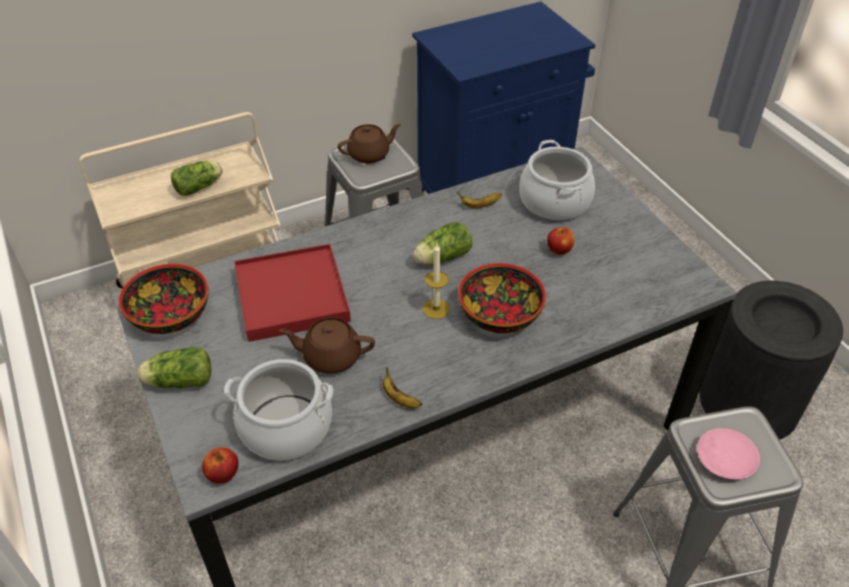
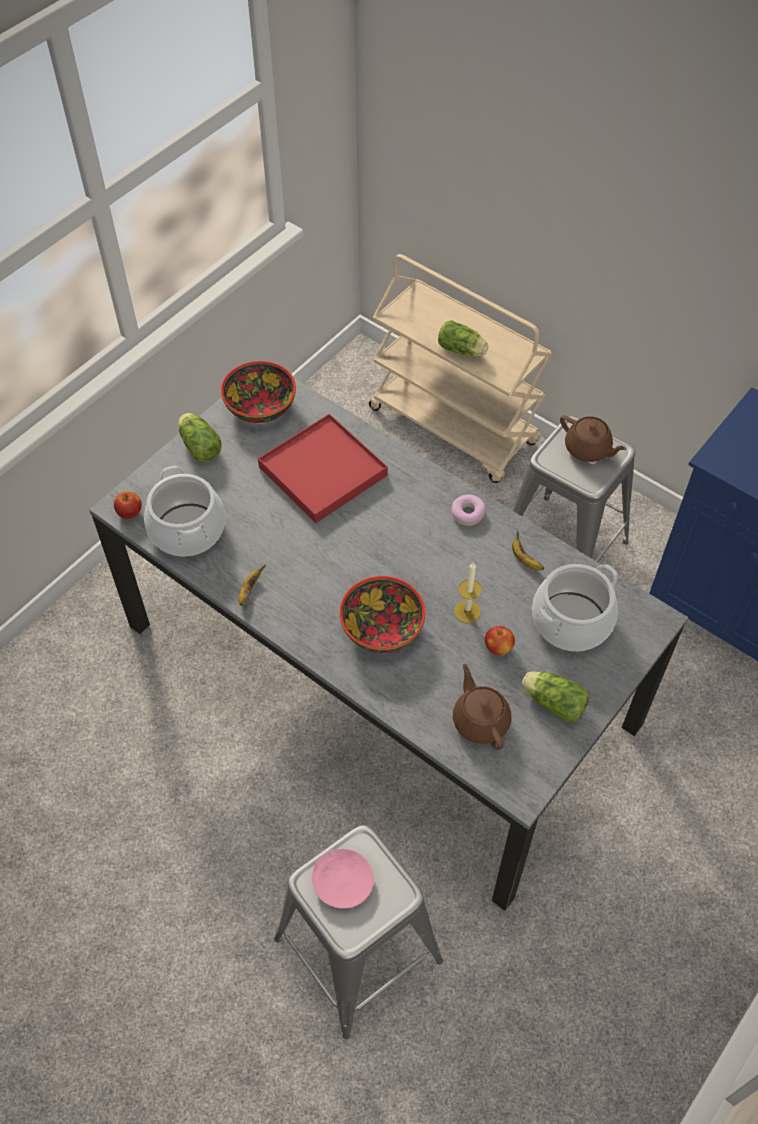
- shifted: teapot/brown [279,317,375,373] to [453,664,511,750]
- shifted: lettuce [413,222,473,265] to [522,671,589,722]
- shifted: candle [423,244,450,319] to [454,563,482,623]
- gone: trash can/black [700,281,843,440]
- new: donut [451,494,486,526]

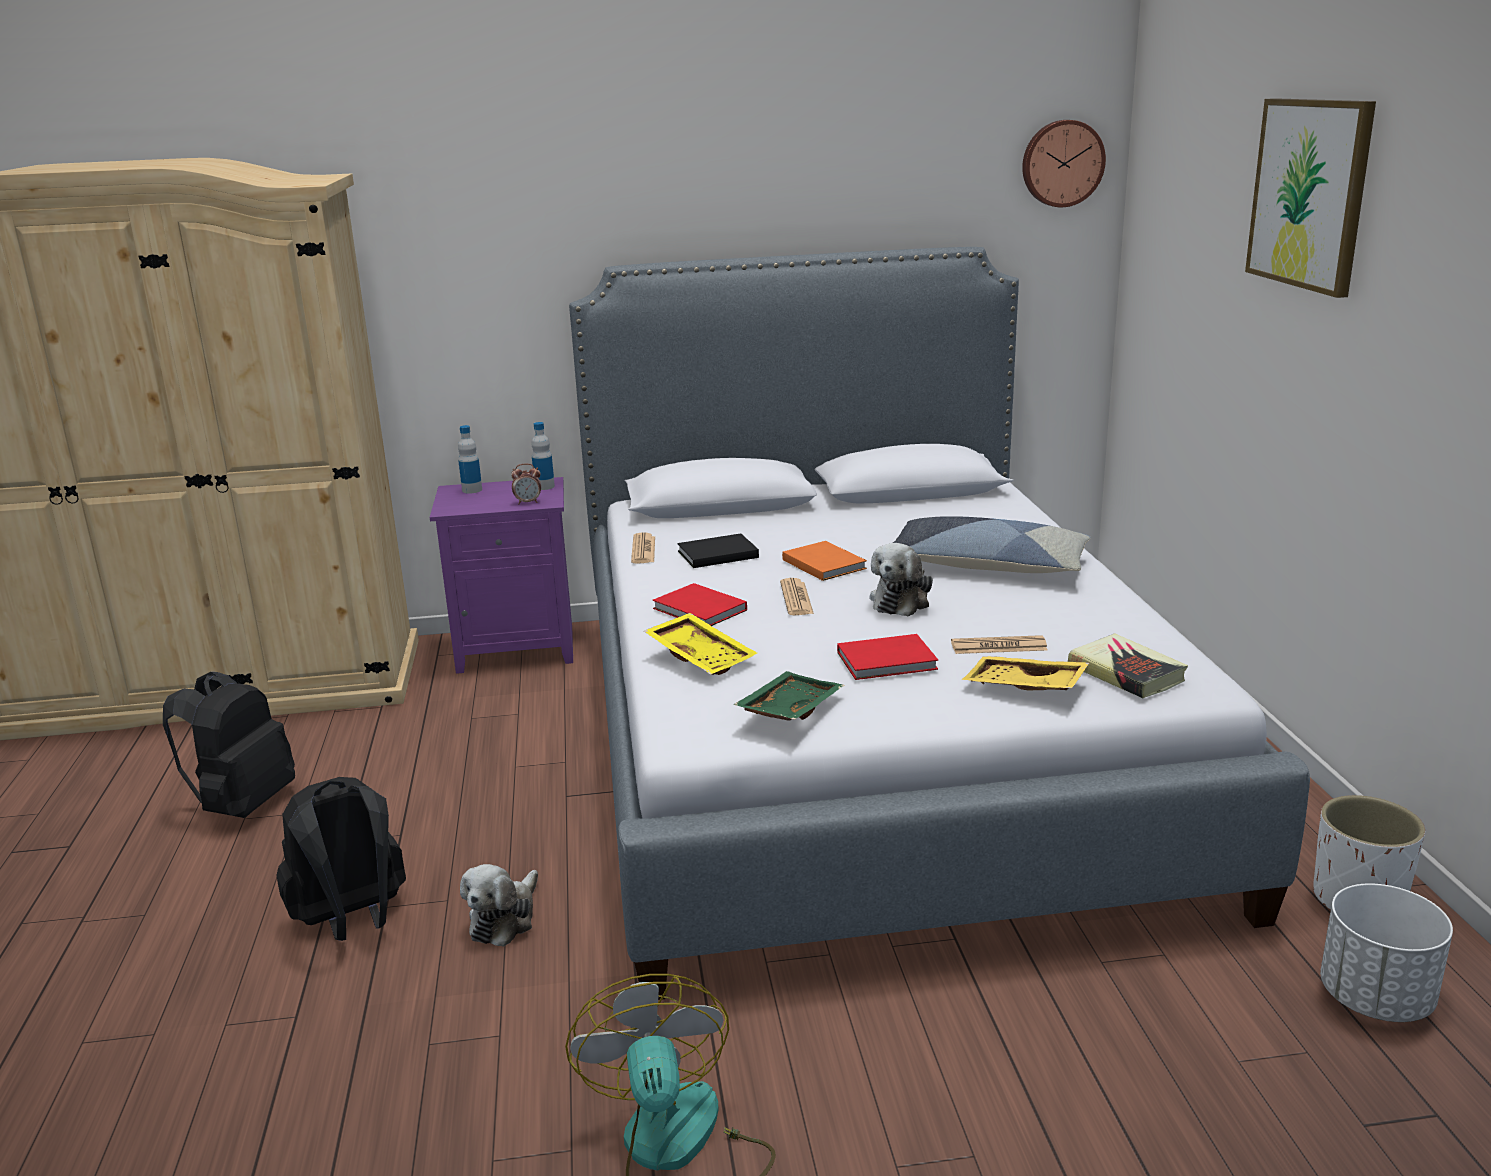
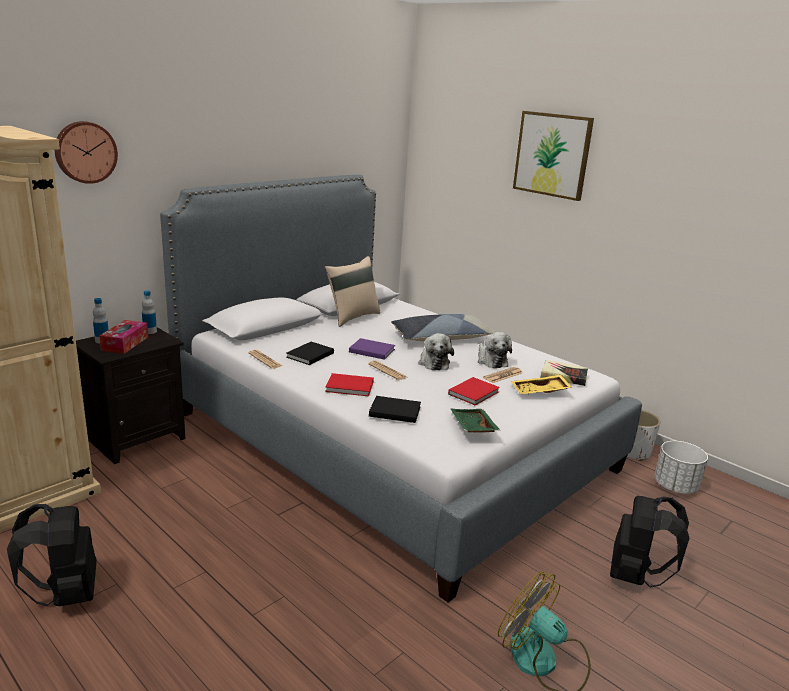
- shifted: backpack/black [276,777,406,941] to [610,496,689,587]
- repainted: nightstand/purple [430,477,573,674] to nightstand/black [76,327,186,464]
- shifted: plush toy [460,864,538,947] to [478,332,512,368]
- gone: alarm clock [511,463,541,504]
- swapped: tray/yellow [644,613,757,675] to book/black [369,396,421,423]
- repainted: book/orange [782,541,867,581] to book/purple [349,338,395,360]
- shifted: wall clock [1022,120,1106,207] to [55,121,118,184]
- new: tissue box [99,320,148,354]
- new: pillow/beige [325,256,380,327]

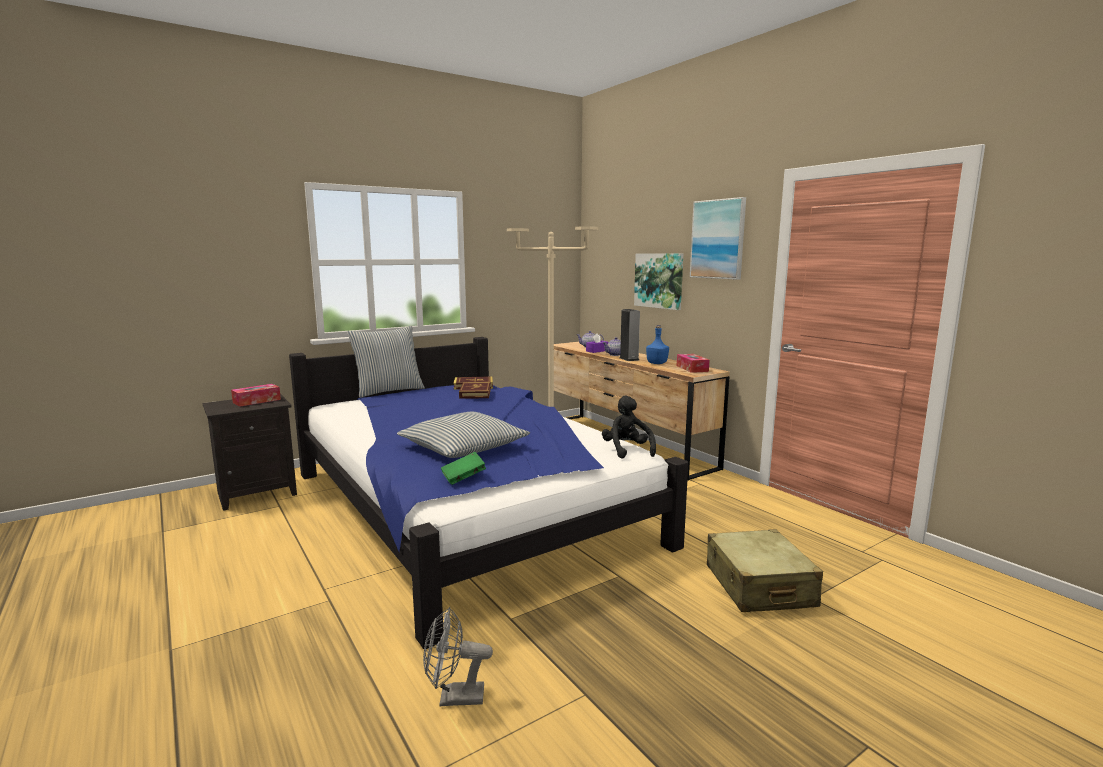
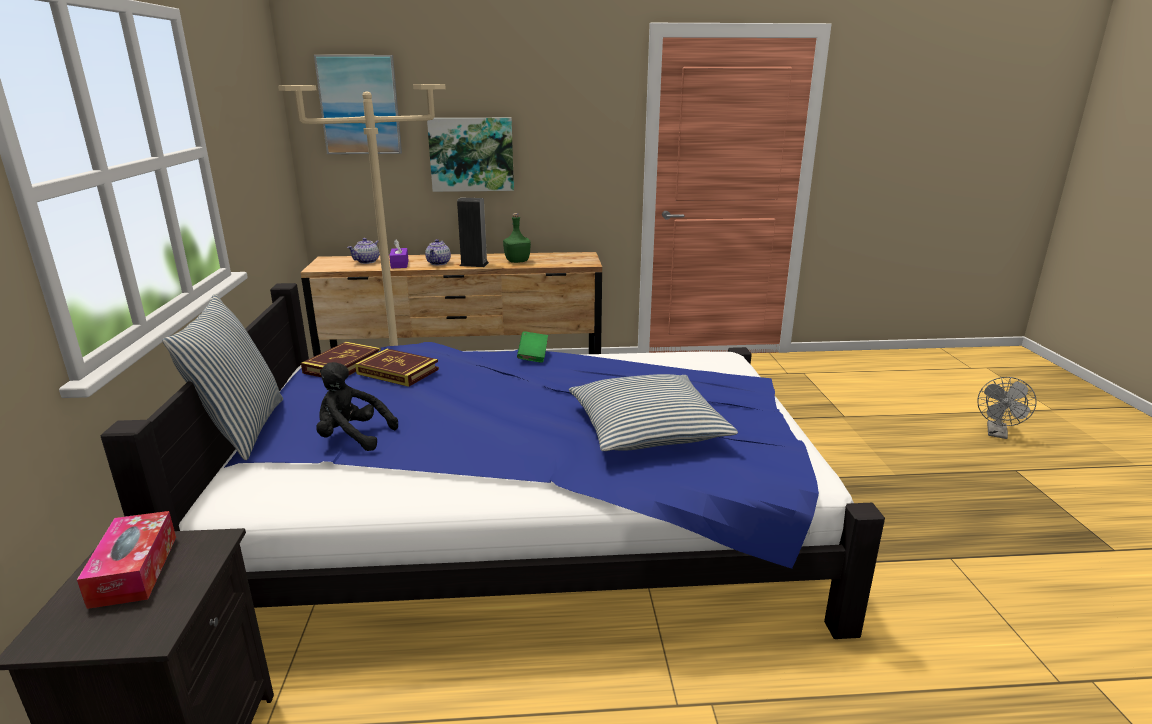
- shifted: fan/grey [423,607,493,706] to [977,377,1037,439]
- shifted: book/green [441,452,486,485] to [517,331,548,363]
- shifted: plush toy/black [602,396,656,459] to [316,362,398,451]
- repainted: bottle/blue [646,325,669,364] to bottle/green [503,213,531,263]
- gone: tissue box [677,354,710,373]
- shifted: picture [690,197,746,280] to [314,55,402,154]
- gone: suitcase/beige [707,529,823,612]

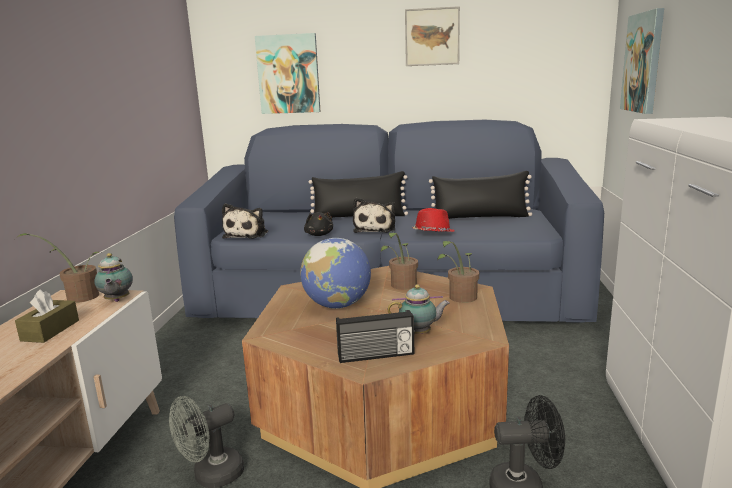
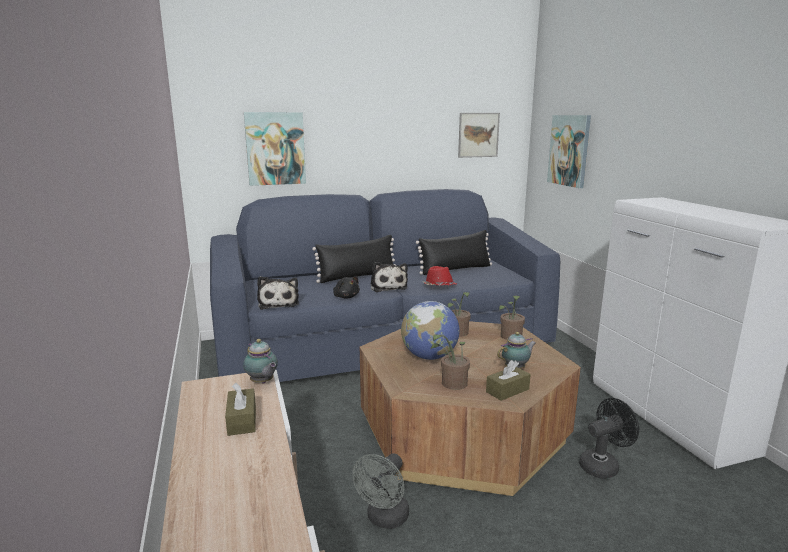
- shifted: potted plant [15,233,103,303] to [431,334,470,390]
- swapped: radio [336,310,414,363] to tissue box/brown [486,360,531,401]
- shifted: picture [405,6,460,66] to [458,113,500,158]

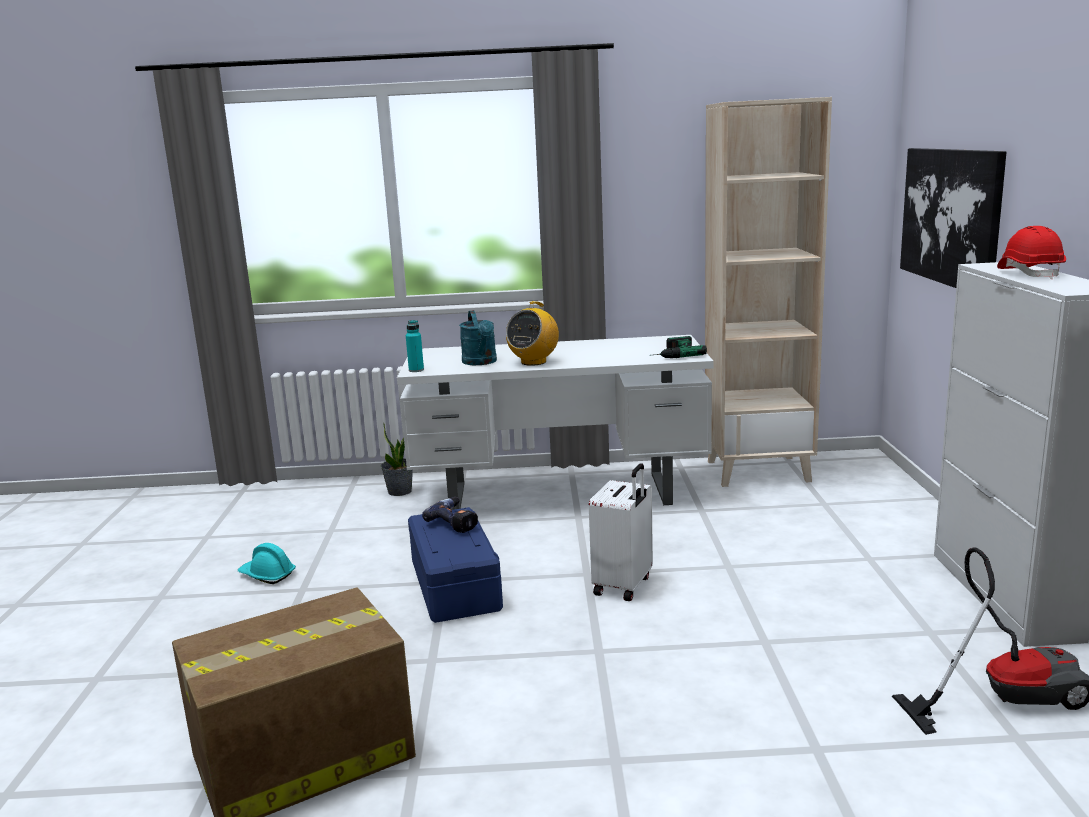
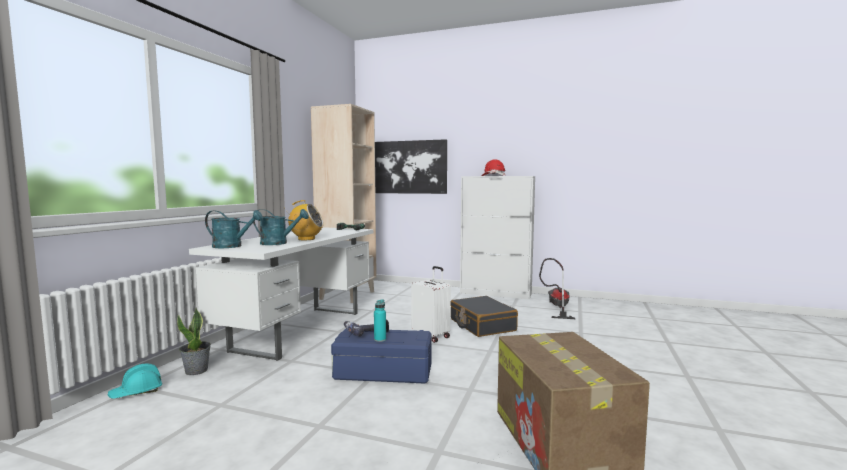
- shifted: hard hat/turquoise [238,543,296,584] to [108,364,162,399]
- shifted: bottle/turquoise [406,320,424,372] to [374,299,386,342]
- rotated: radio [506,301,559,366] = [286,200,324,240] 45 degrees counterclockwise
- new: watering can/turquoise [205,210,263,248]
- new: suitcase/black [451,296,518,337]

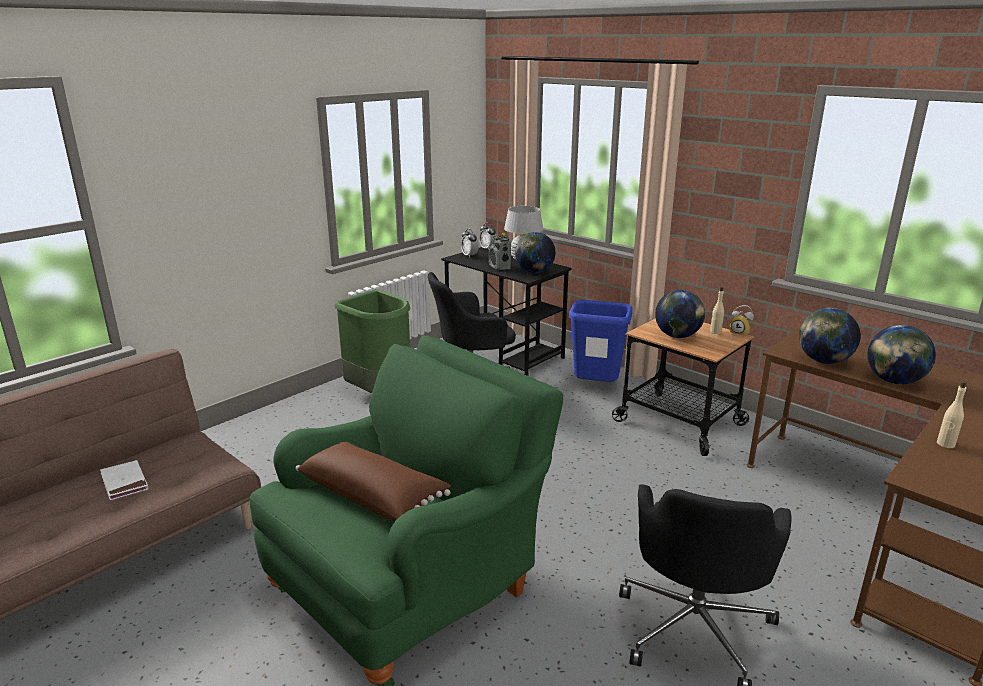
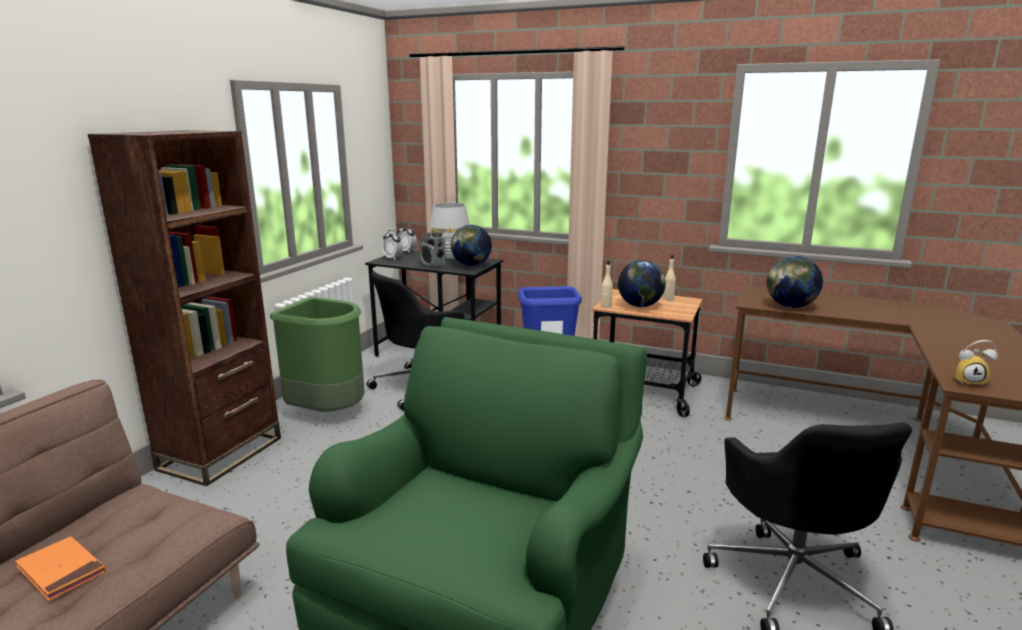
- repainted: book/white [100,460,148,500] to book/orange [15,537,106,601]
- gone: pillow/brown [296,441,451,521]
- shifted: alarm clock [730,305,754,337] to [955,340,998,387]
- gone: globe [868,325,936,384]
- shifted: bottle/beige [937,381,967,448] to [601,261,613,308]
- new: bookcase/brown [88,130,281,486]

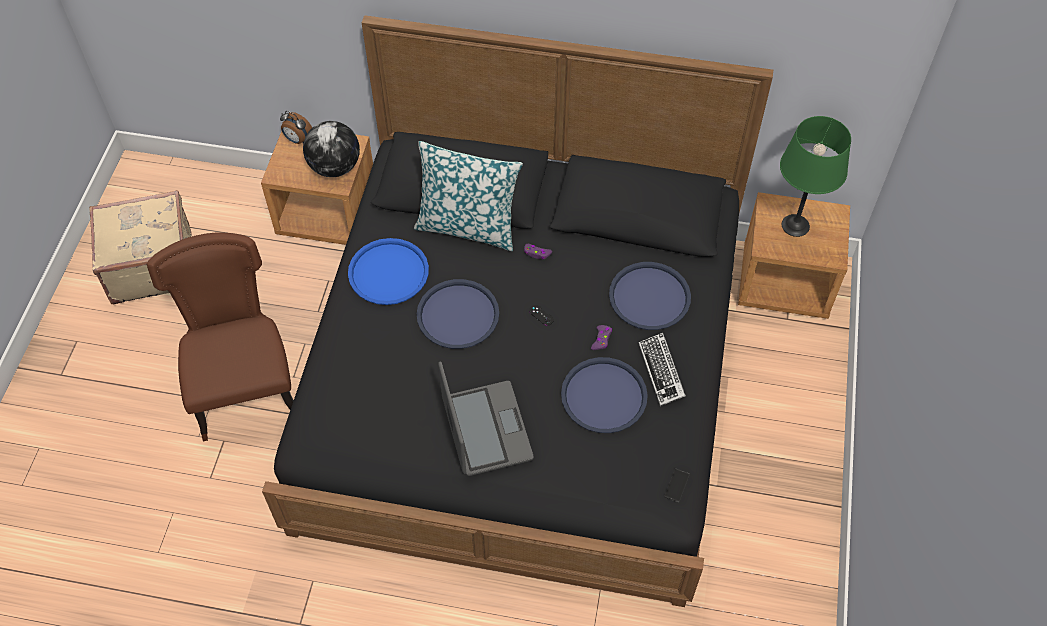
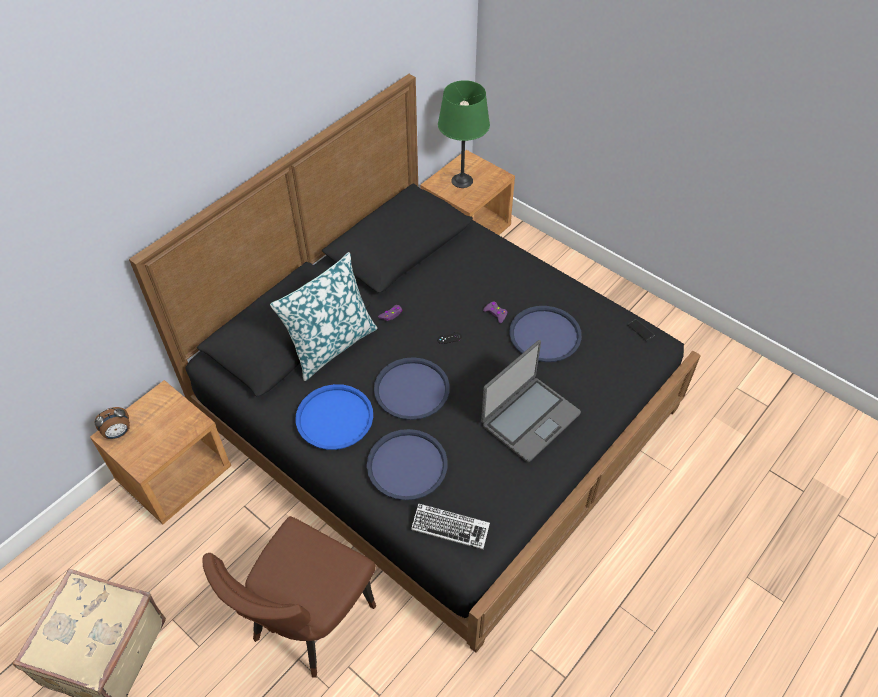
- rotated: chair/brown [147,232,294,441] = [202,516,376,678] 75 degrees counterclockwise
- gone: globe [303,121,360,177]
- rotated: laptop [438,361,534,476] = [481,340,581,462] 120 degrees clockwise
- shifted: tray/blue [609,262,691,330] to [367,429,448,500]
- shifted: keyboard [639,333,686,406] to [411,503,490,550]

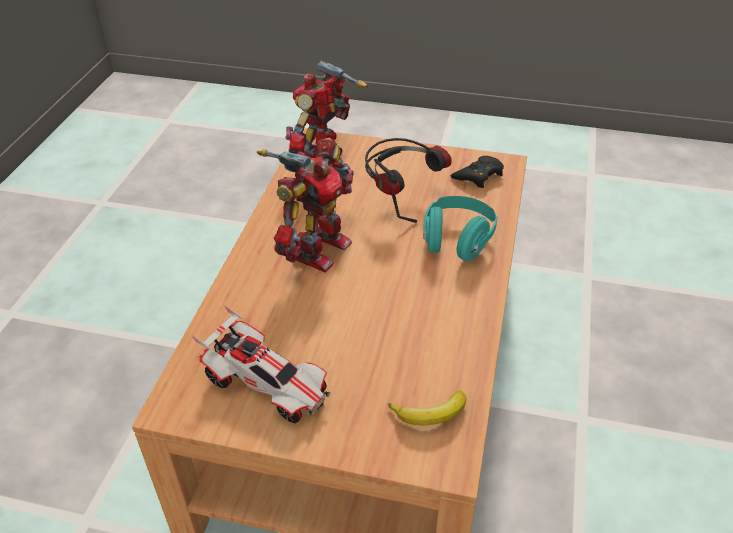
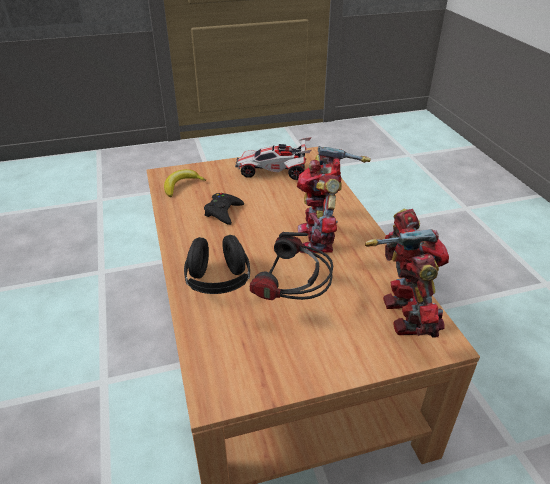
- repainted: headphones/turquoise [423,196,497,261] to headphones/black [184,235,250,294]
- shifted: game controller/black [451,156,504,188] to [204,193,244,225]

